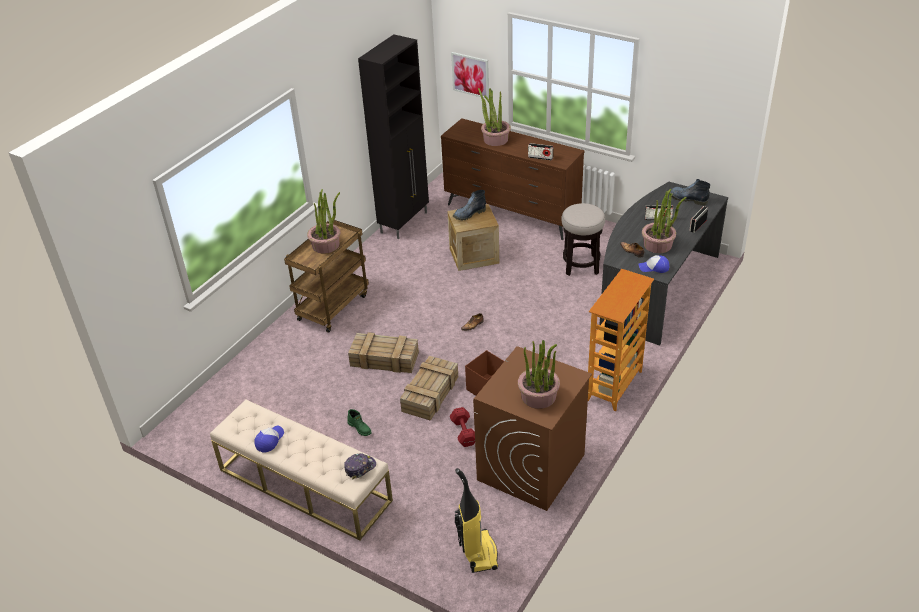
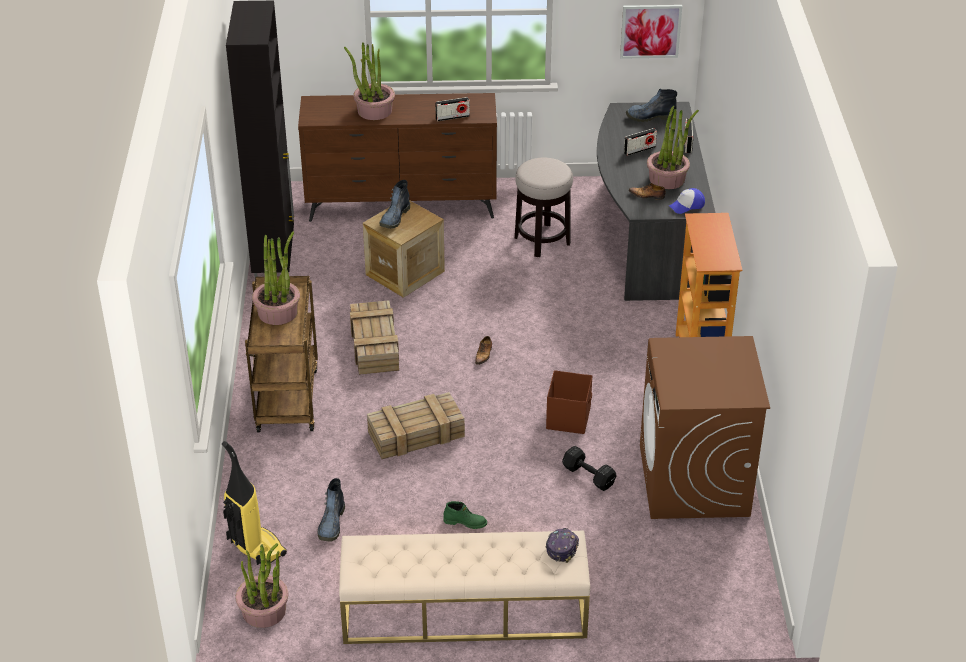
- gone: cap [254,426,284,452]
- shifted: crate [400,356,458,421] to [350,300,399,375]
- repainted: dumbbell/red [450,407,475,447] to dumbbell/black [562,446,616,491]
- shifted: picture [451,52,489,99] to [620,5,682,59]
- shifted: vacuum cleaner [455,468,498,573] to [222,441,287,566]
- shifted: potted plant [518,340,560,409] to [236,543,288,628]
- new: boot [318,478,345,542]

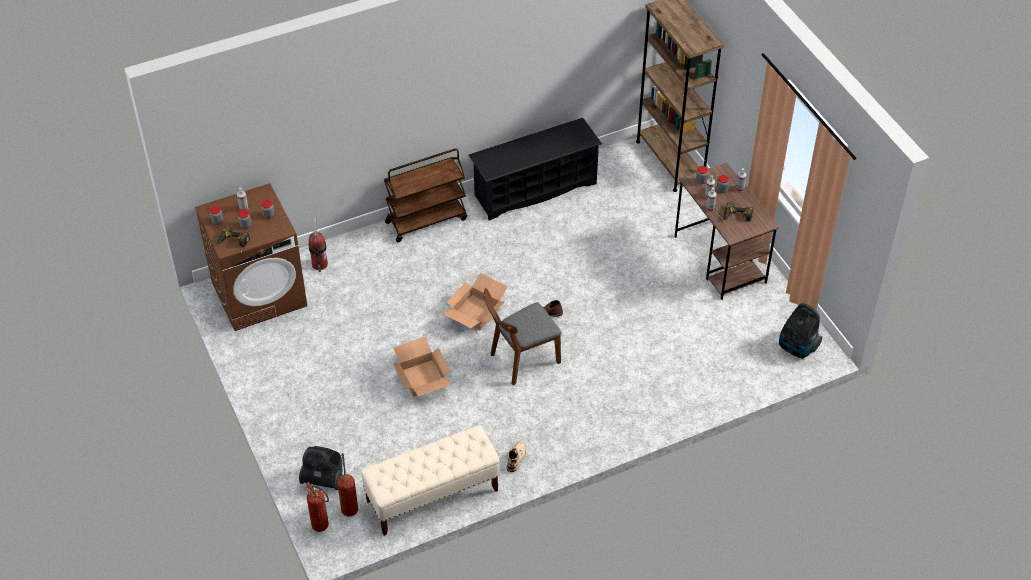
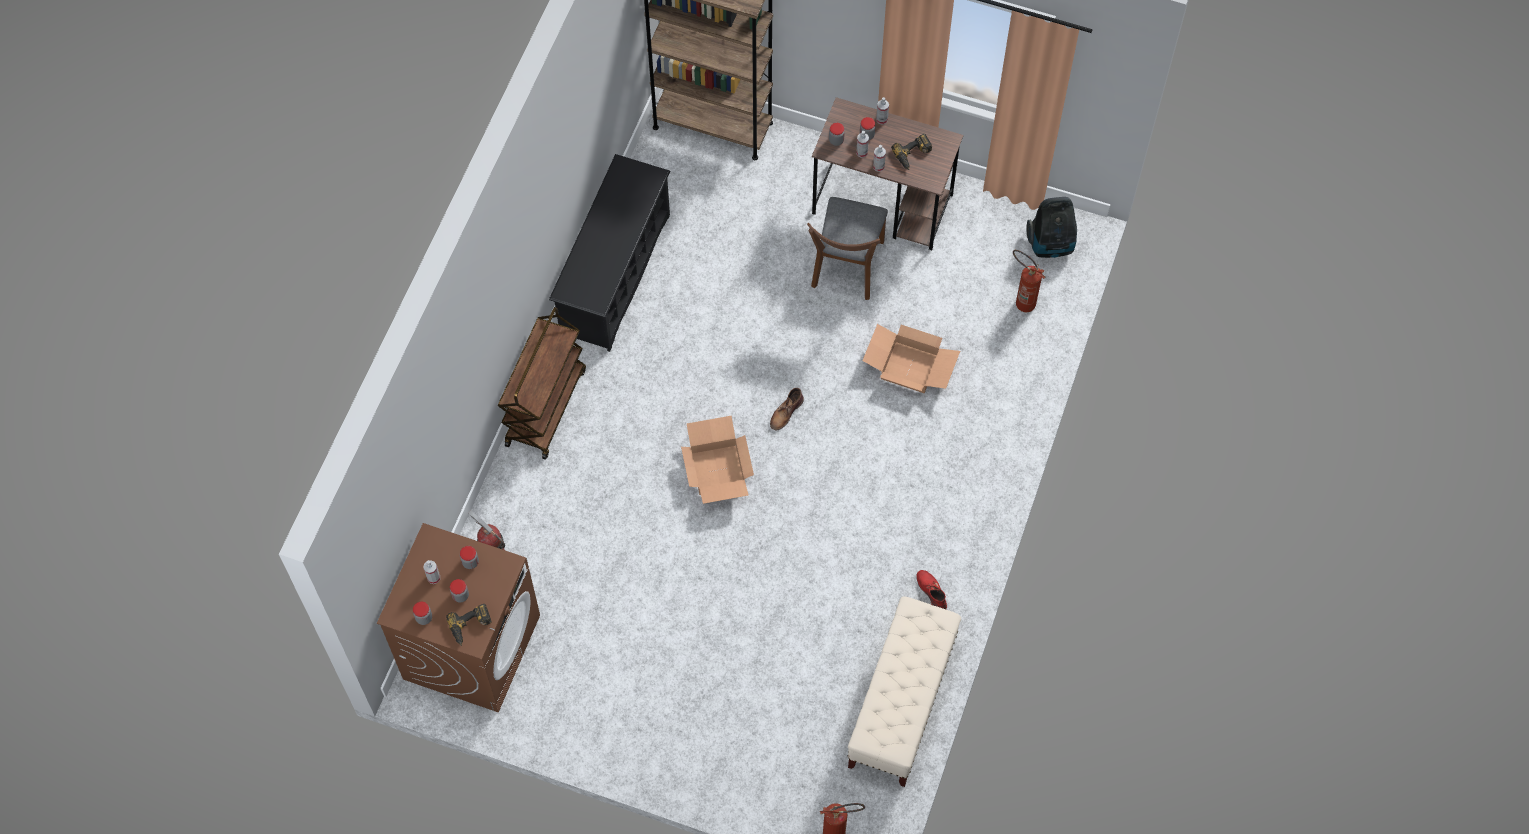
- gone: vacuum cleaner [299,446,342,490]
- shifted: fire extinguisher [337,453,358,517] to [1013,250,1046,312]
- shifted: cardboard box [393,337,451,397] to [863,324,960,393]
- shifted: chair/brown [483,288,562,385] to [807,197,888,300]
- repainted: boot/beige [507,441,527,472] to boot/red [916,570,947,609]

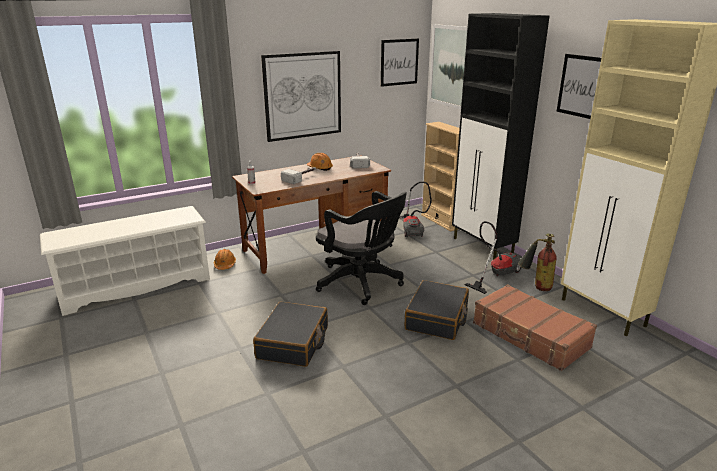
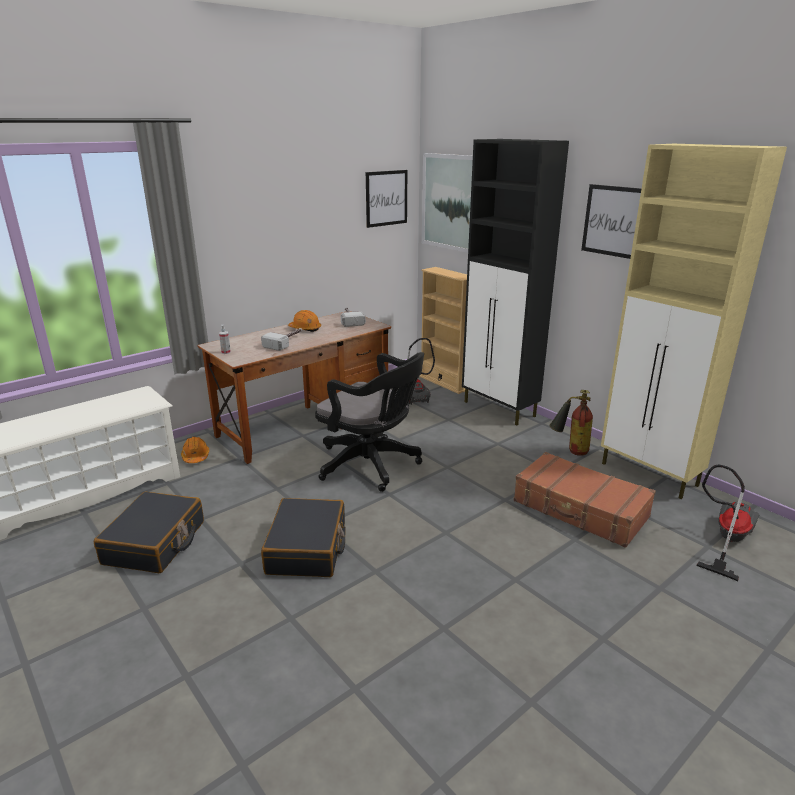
- gone: picture [261,51,341,142]
- shifted: suitcase/black [405,280,469,340] to [94,492,204,574]
- shifted: vacuum cleaner [465,221,522,294] to [696,464,759,581]

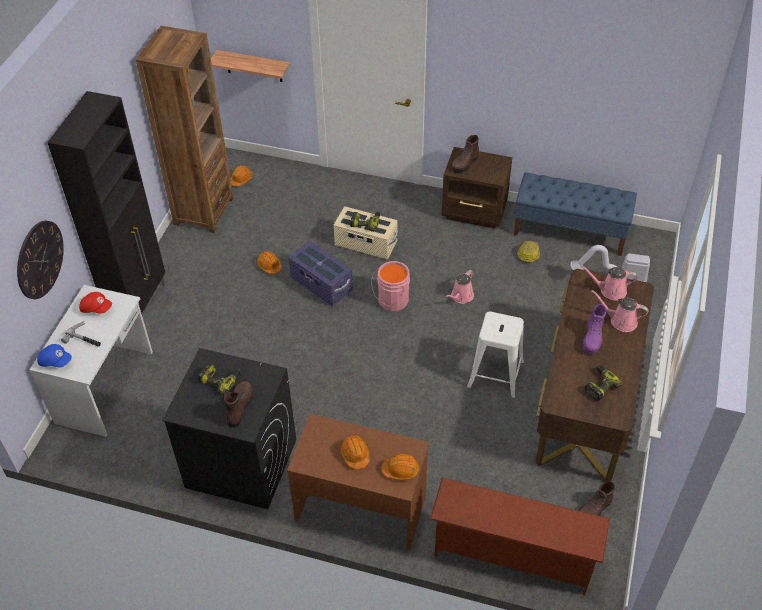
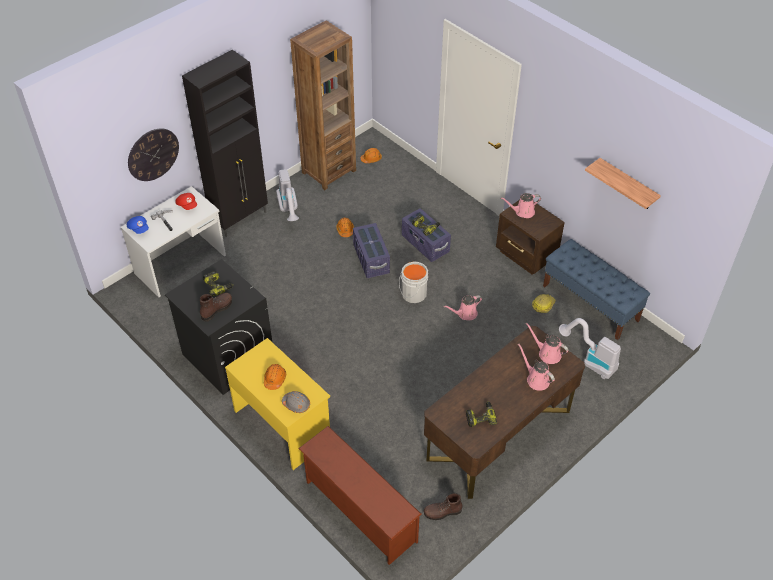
- shifted: shelf [211,50,290,82] to [585,158,661,209]
- repainted: desk/brown [287,414,429,551] to desk/yellow [225,338,330,470]
- repainted: storage box/beige [334,206,398,259] to storage box/purple [402,208,451,262]
- repainted: bucket/pink [371,261,410,311] to bucket/grey [399,261,428,303]
- repainted: hard hat/orange [381,454,419,480] to hard hat/grey [282,391,310,413]
- swapped: boot/brown [451,135,479,173] to watering can/pink [501,193,541,218]
- gone: stool/white [467,311,524,399]
- gone: boot/purple [583,304,607,355]
- new: vacuum cleaner [276,169,299,221]

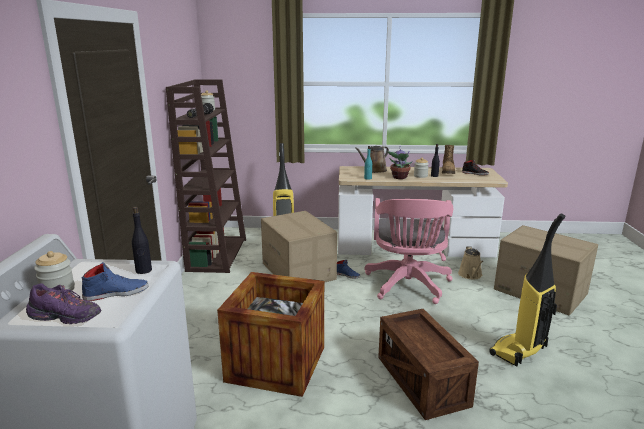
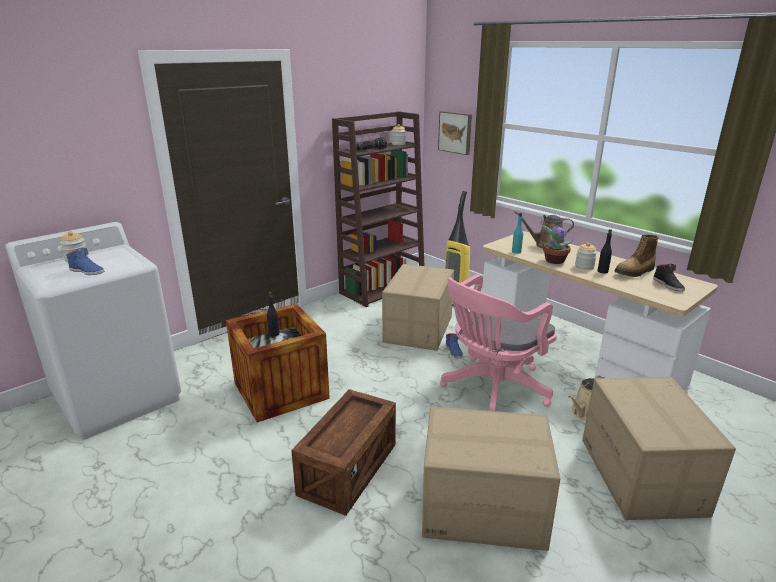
- gone: shoe/purple [26,283,101,324]
- shifted: bottle/black [132,207,152,274] to [267,292,280,337]
- swapped: vacuum cleaner [489,213,566,366] to cardboard box [422,406,561,551]
- new: picture [438,111,472,155]

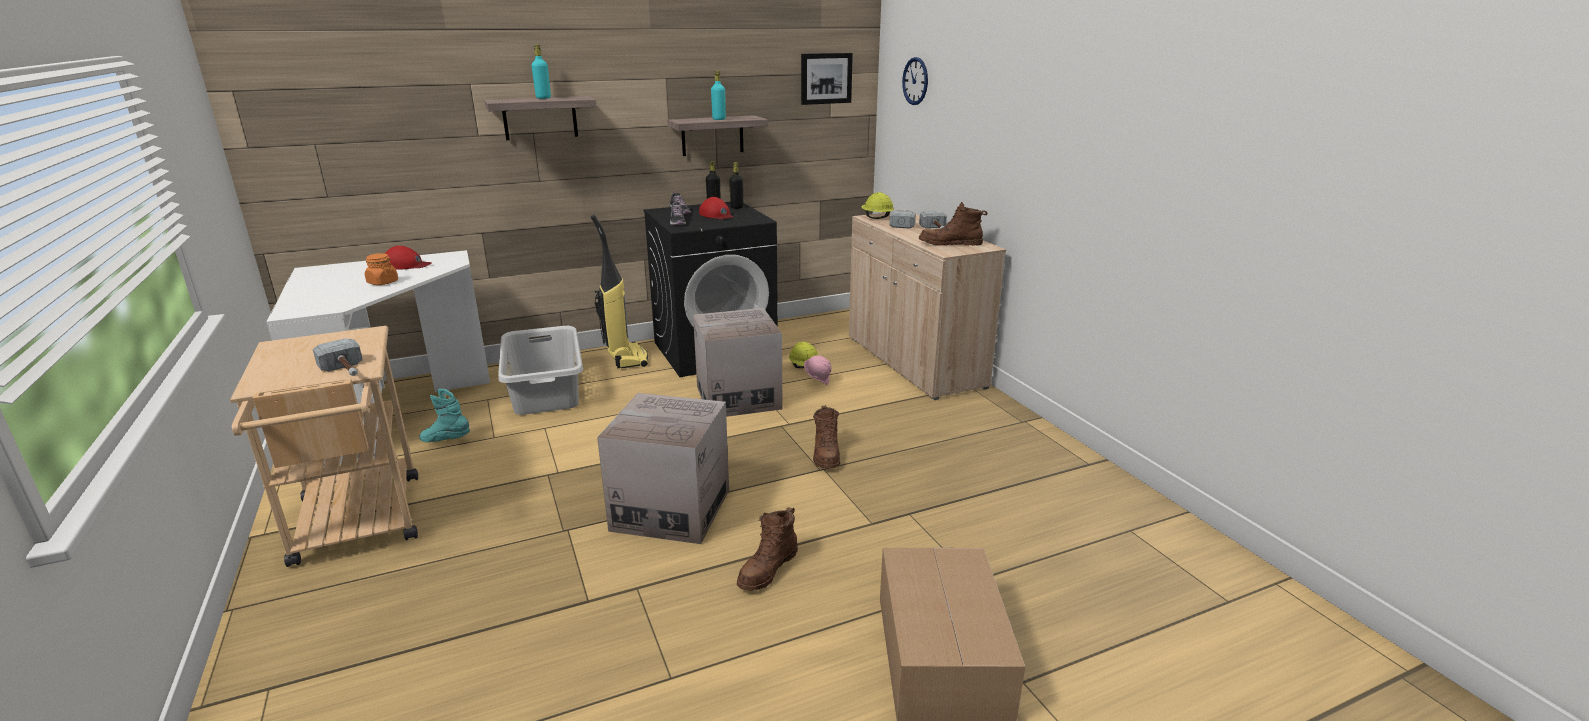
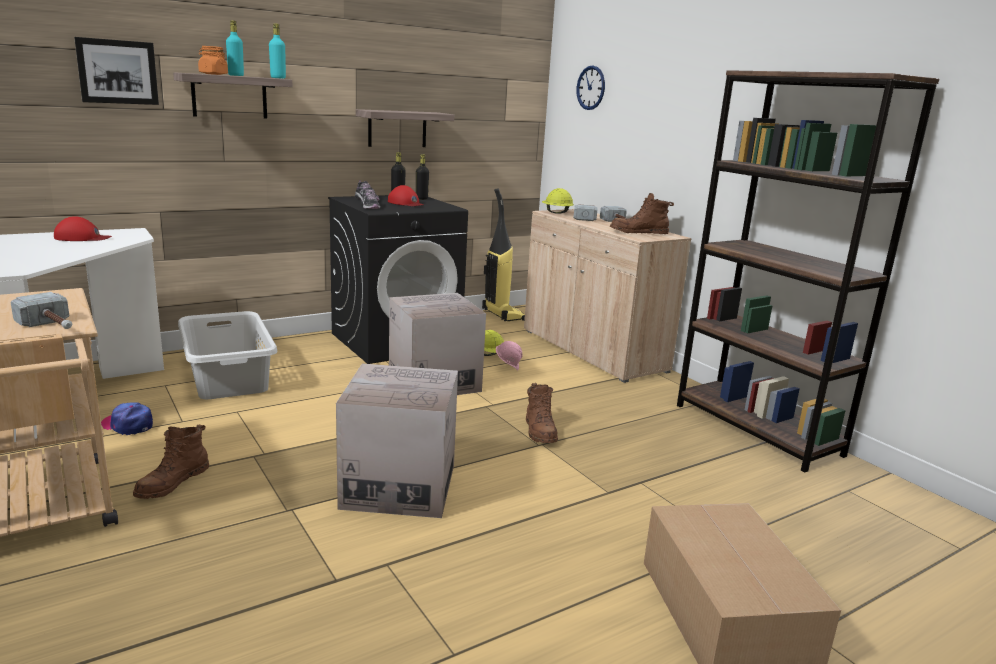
- shifted: jar/orange [365,253,398,285] to [198,46,228,75]
- swapped: boot/turquoise [419,389,470,442] to cap [101,402,153,435]
- shifted: vacuum cleaner [591,215,648,368] to [482,188,525,322]
- shifted: bottle/turquoise [711,71,726,120] to [269,24,286,79]
- shifted: boot/brown [737,507,798,591] to [133,425,209,499]
- shifted: picture [801,53,853,105] to [74,37,159,105]
- new: bookcase/brown [677,70,940,472]

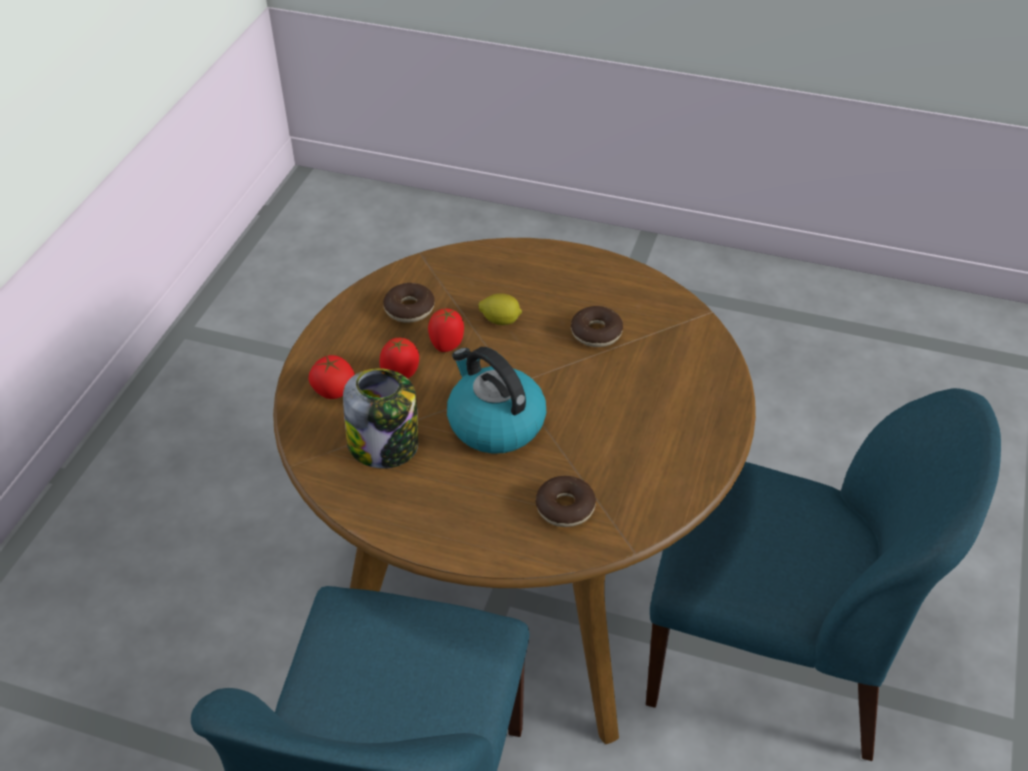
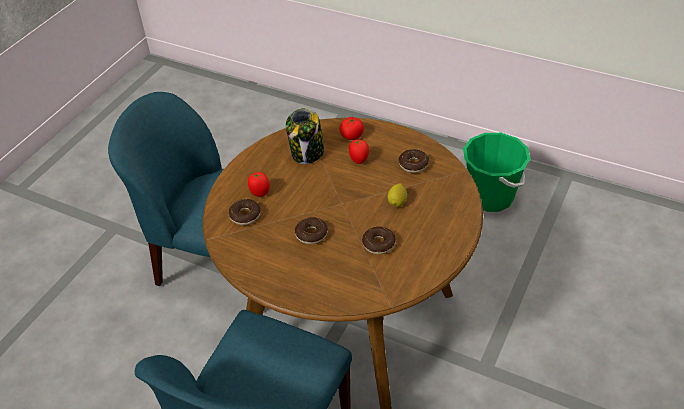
- shifted: tomato [428,308,464,352] to [248,172,270,197]
- gone: kettle [447,347,546,454]
- new: donut [295,217,328,244]
- new: bucket/green [463,133,531,212]

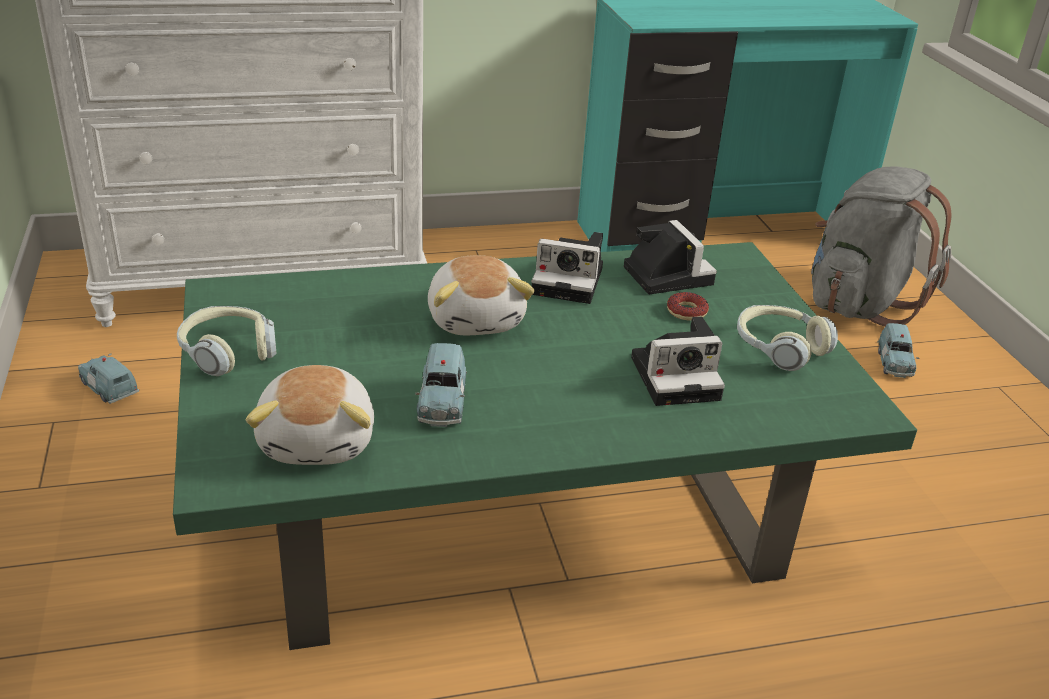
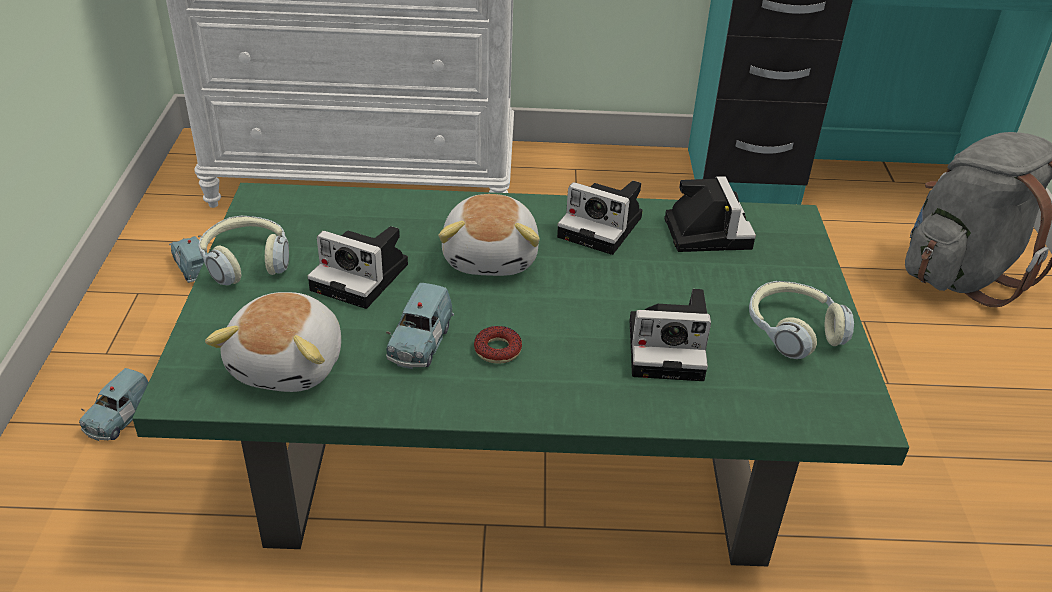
- shifted: donut [667,292,709,321] to [474,326,522,364]
- shifted: toy car/blue [877,323,919,378] to [79,368,149,441]
- new: photo camera [308,226,408,309]

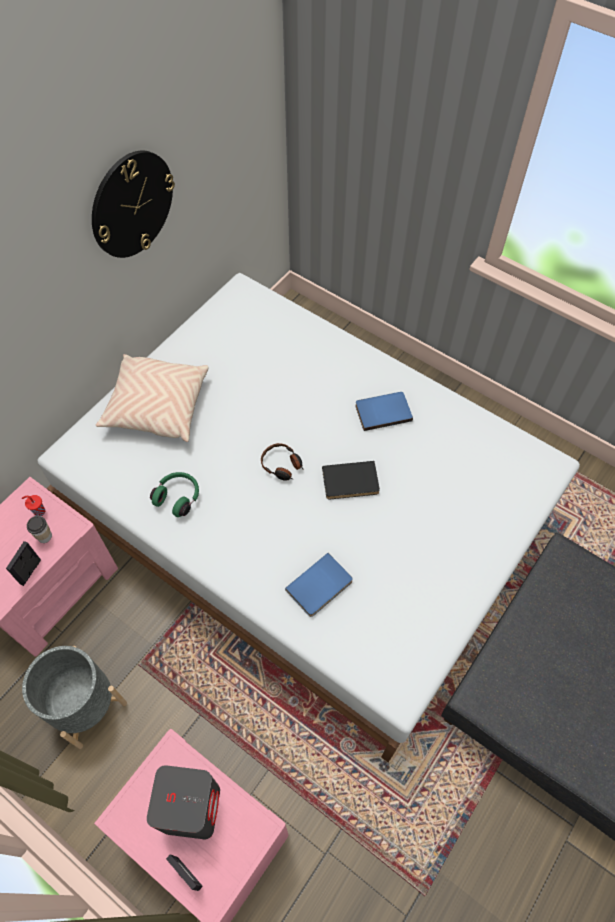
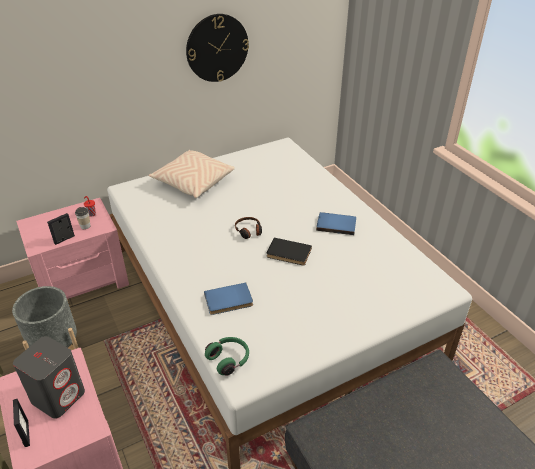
- shifted: headphones/green [150,472,199,517] to [205,337,249,376]

